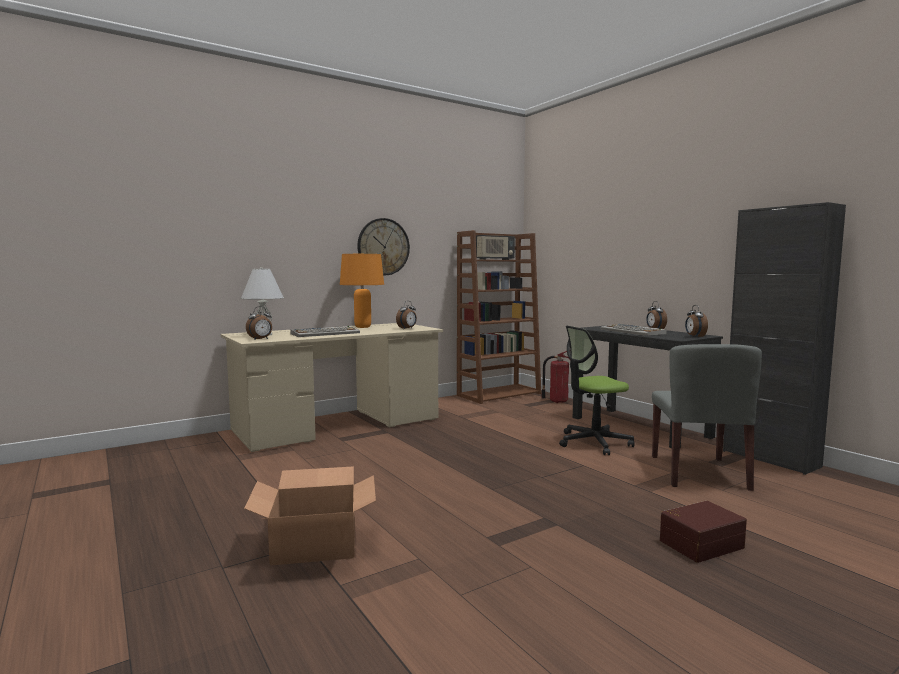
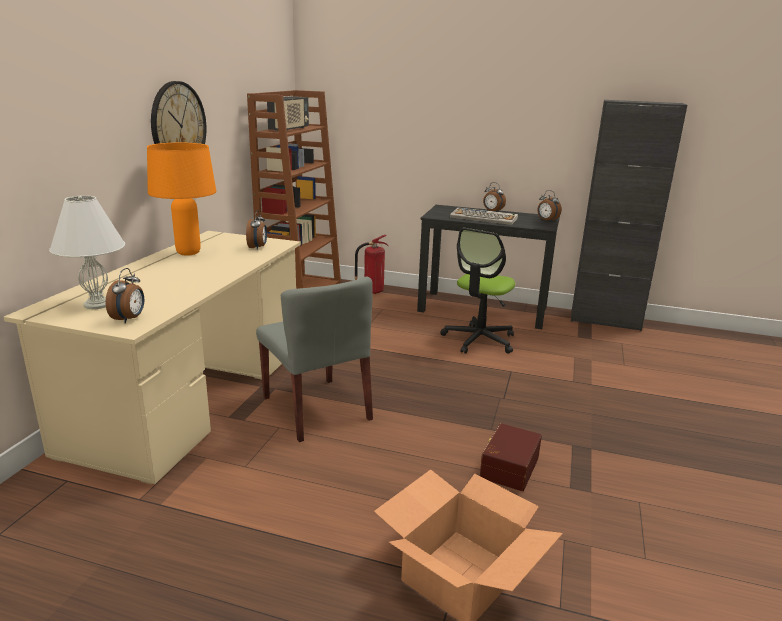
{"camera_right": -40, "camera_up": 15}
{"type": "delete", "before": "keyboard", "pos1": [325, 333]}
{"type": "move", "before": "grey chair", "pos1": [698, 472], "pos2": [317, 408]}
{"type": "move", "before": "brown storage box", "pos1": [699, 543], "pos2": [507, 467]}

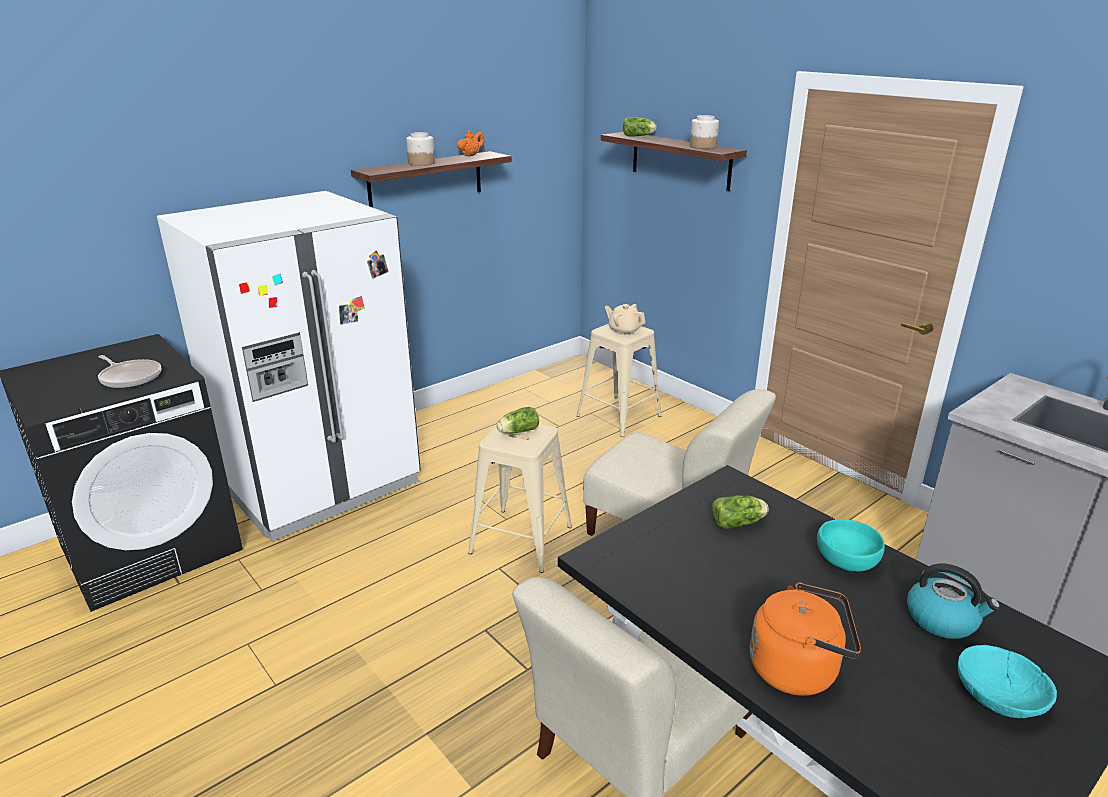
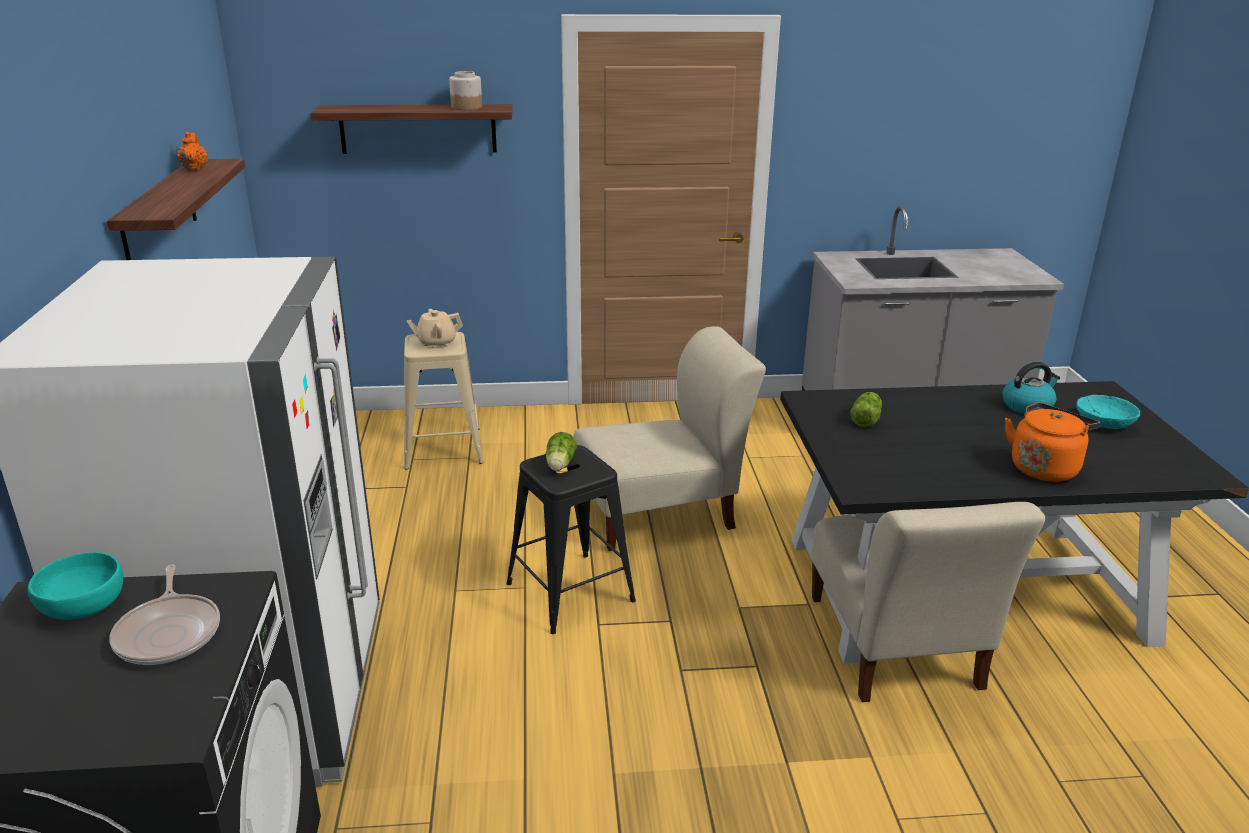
{"camera_right": -55, "camera_up": 0}
{"type": "delete", "before": "lettuce", "pos1": [639, 136]}
{"type": "delete", "before": "jar", "pos1": [421, 163]}
{"type": "rotate", "before": "frying pan", "pos1": [130, 377], "pos2": [169, 633], "turn": 90}
{"type": "recolor", "before": "beige stool", "after": "black stool", "pos1": [521, 540], "pos2": [570, 592]}
{"type": "move", "before": "turquoise bowl", "pos1": [847, 560], "pos2": [84, 606]}

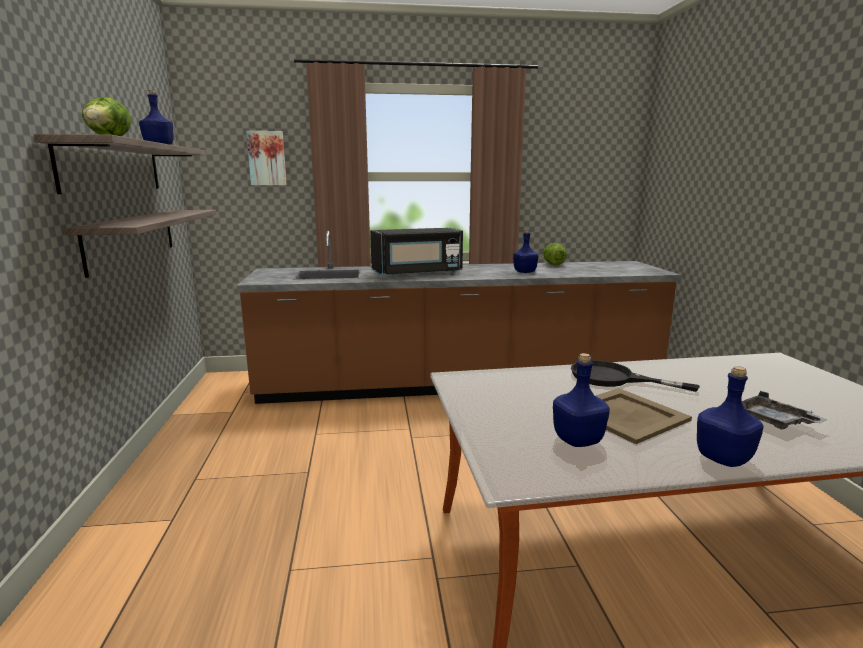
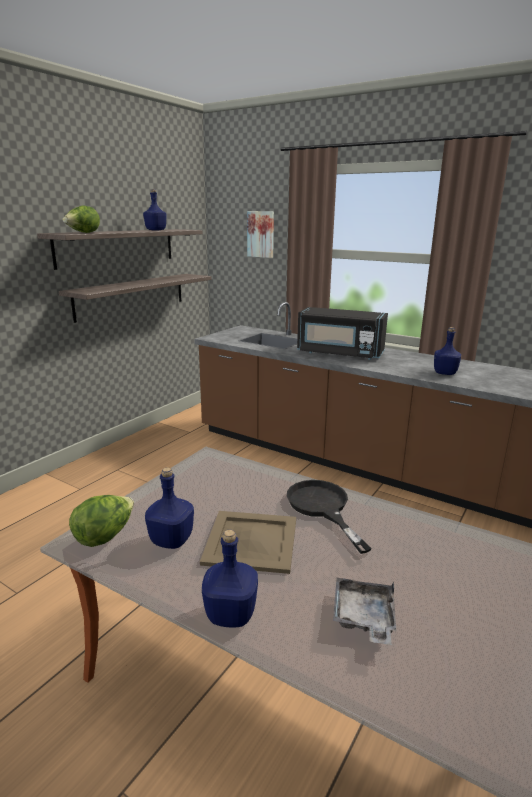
{"camera_right": 40, "camera_up": 5}
{"type": "move", "before": "lettuce", "pos1": [553, 264], "pos2": [105, 536]}

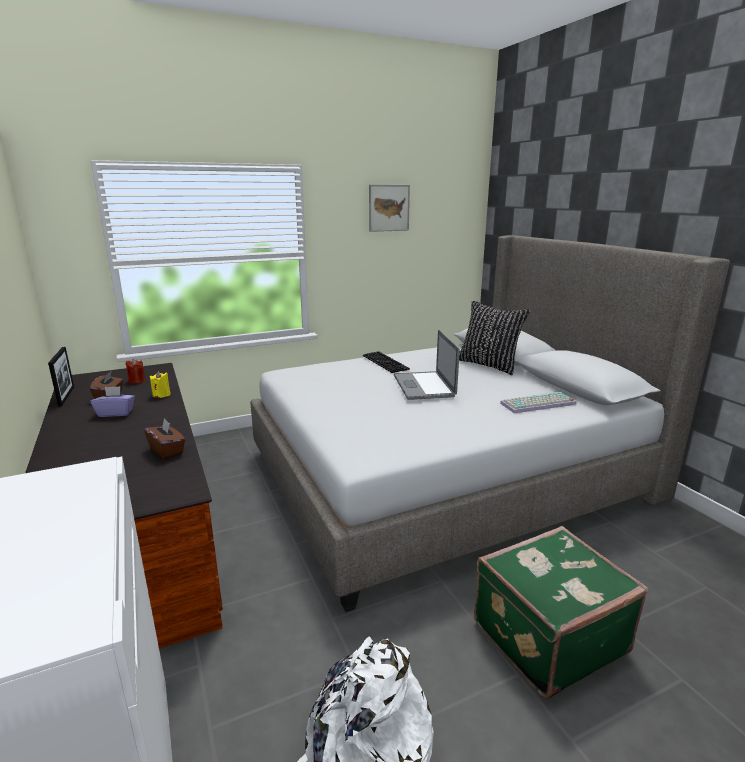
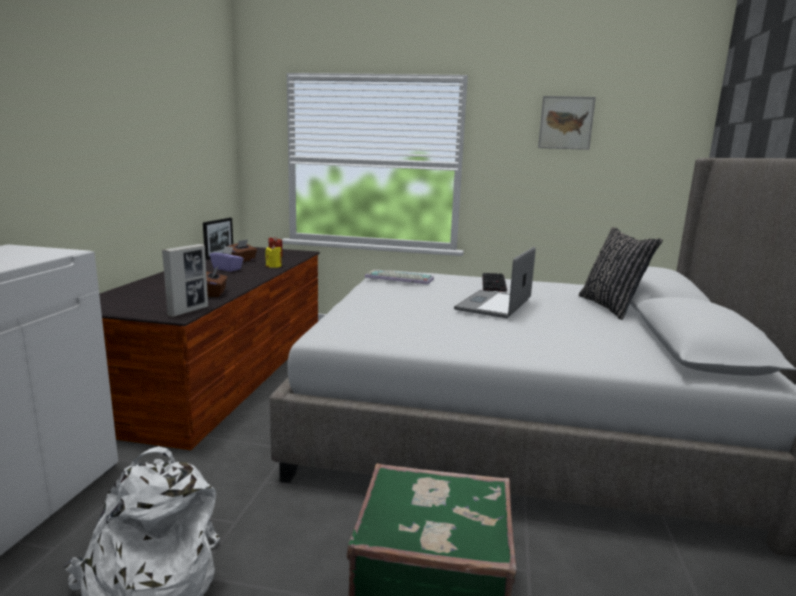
{"camera_right": 35, "camera_up": -5}
{"type": "move", "before": "keyboard", "pos1": [538, 404], "pos2": [398, 278]}
{"type": "insert", "after": "picture frame", "pos2": [188, 311]}

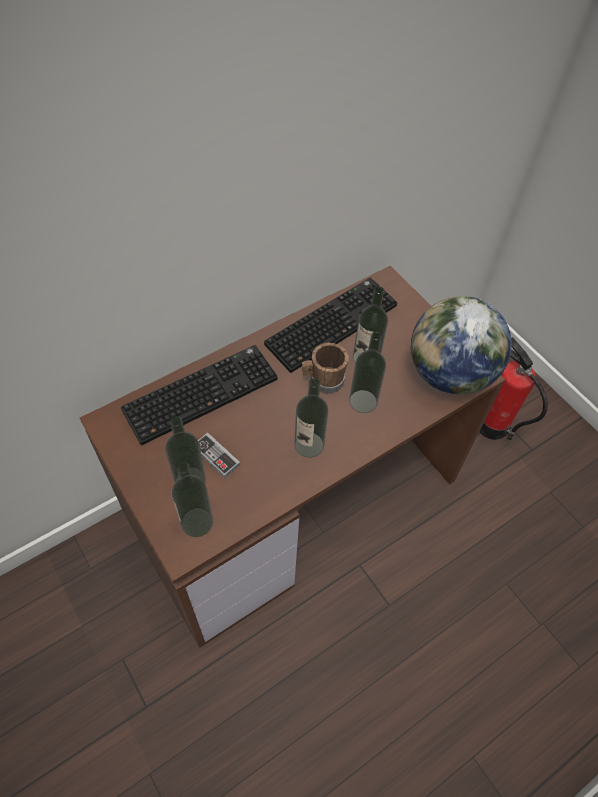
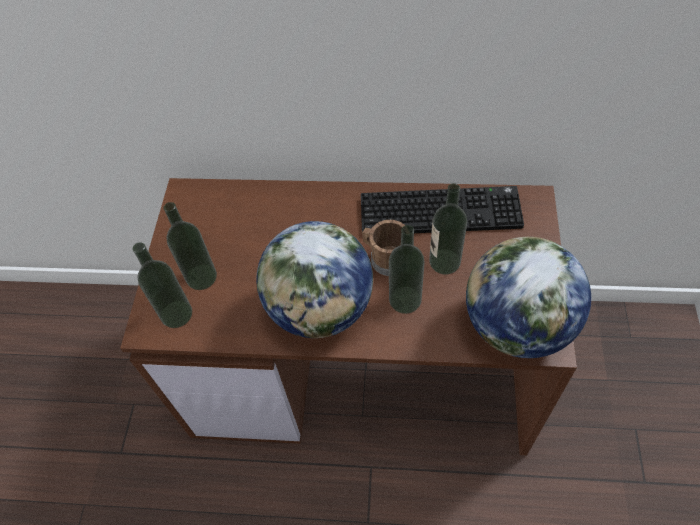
{"camera_right": 45, "camera_up": 0}
{"type": "delete", "before": "fire extinguisher", "pos1": [492, 426]}
{"type": "delete", "before": "keyboard", "pos1": [201, 392]}
{"type": "replace", "before": "bottle", "after": "globe", "pos1": [309, 445], "pos2": [321, 308]}
{"type": "delete", "before": "game controller", "pos1": [216, 456]}

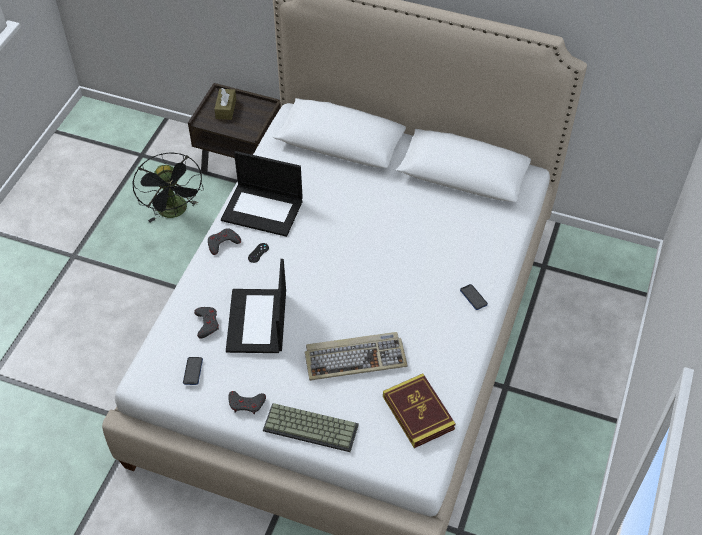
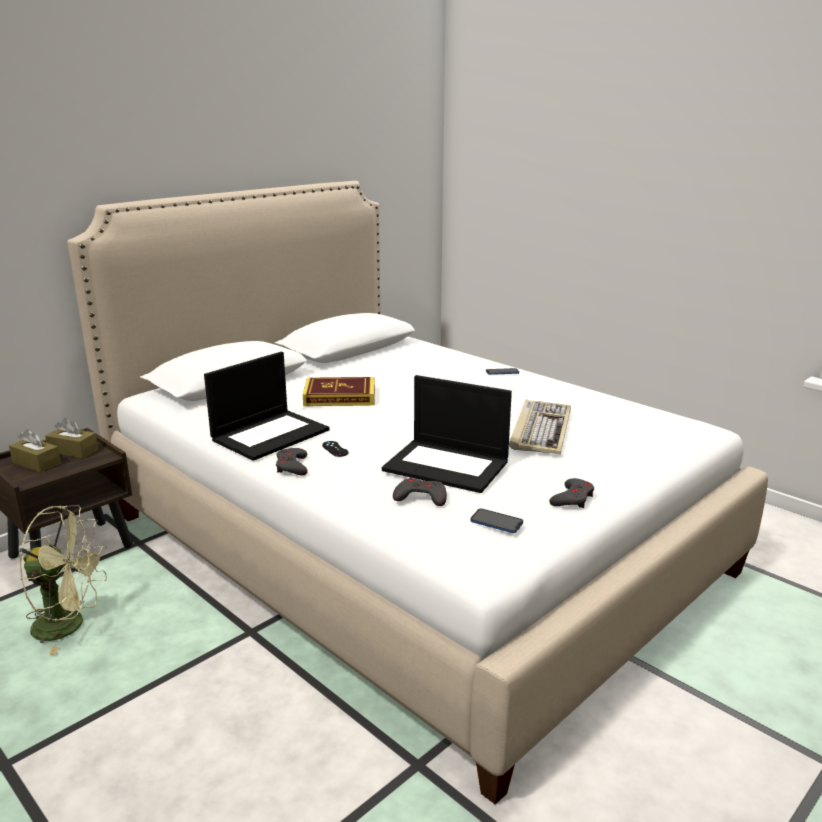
{"camera_right": -65, "camera_up": -30}
{"type": "recolor", "before": "black fan", "after": "green fan", "pos1": [175, 212], "pos2": [70, 625]}
{"type": "move", "before": "book", "pos1": [418, 412], "pos2": [340, 396]}
{"type": "delete", "before": "keyboard", "pos1": [312, 426]}
{"type": "insert", "after": "brown tissue box", "pos2": [73, 451]}

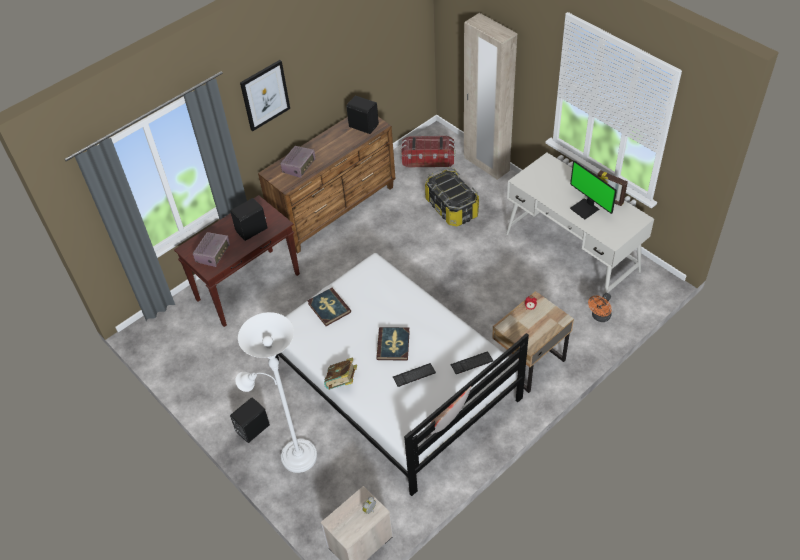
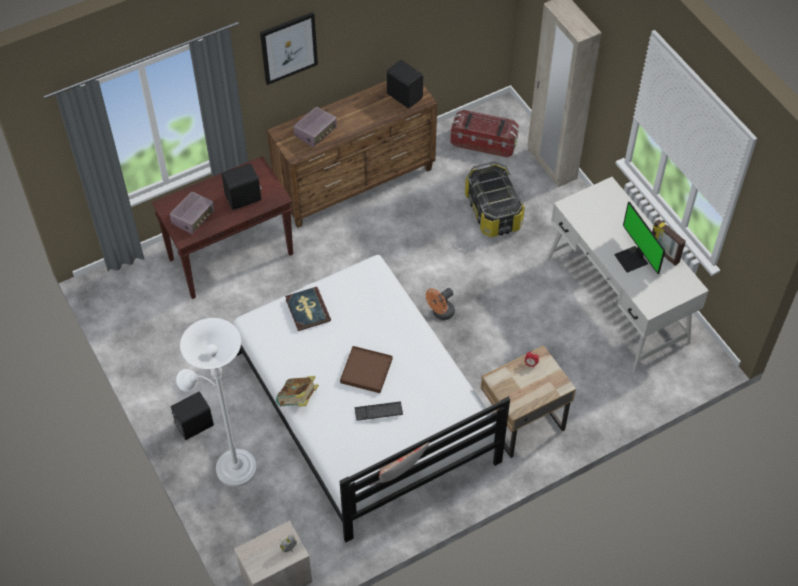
{"camera_right": 10, "camera_up": 5}
{"type": "move", "before": "orange fan", "pos1": [599, 317], "pos2": [440, 313]}
{"type": "replace", "before": "book", "after": "brown tray", "pos1": [393, 345], "pos2": [366, 371]}
{"type": "delete", "before": "keyboard", "pos1": [471, 363]}

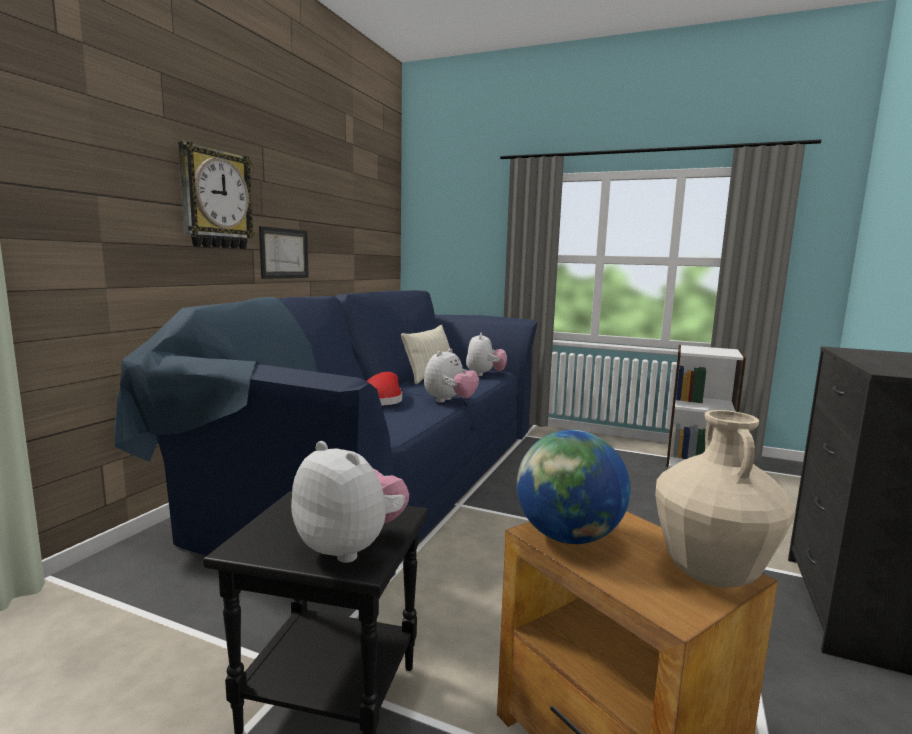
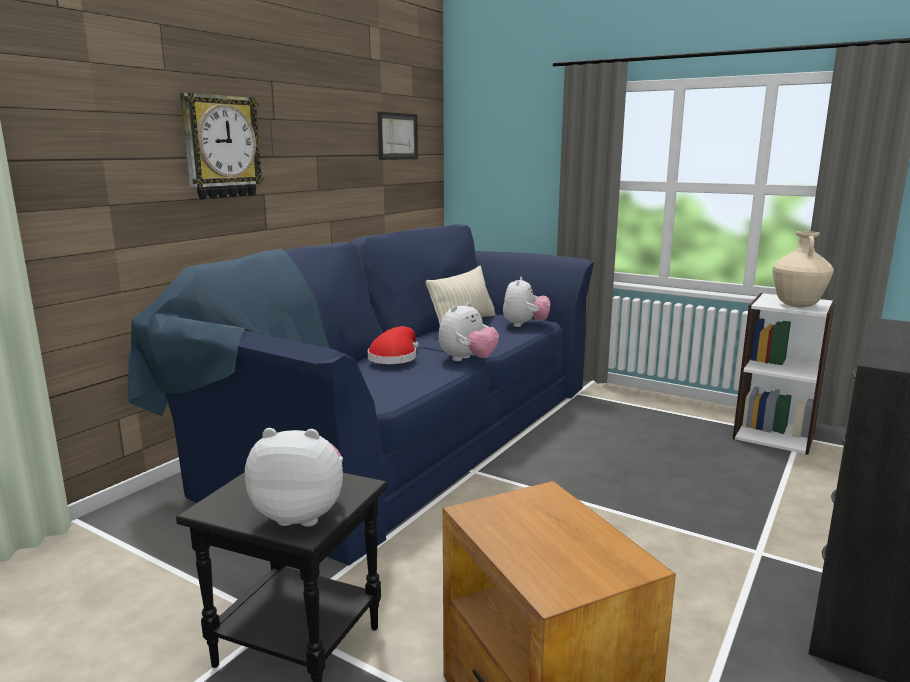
{"camera_right": 10, "camera_up": 5}
{"type": "move", "before": "picture", "pos1": [284, 253], "pos2": [397, 136]}
{"type": "move", "before": "beige vase", "pos1": [710, 574], "pos2": [797, 305]}
{"type": "delete", "before": "globe", "pos1": [568, 537]}
{"type": "rotate", "before": "plush toy", "pos1": [351, 547], "pos2": [301, 515], "turn": -45}

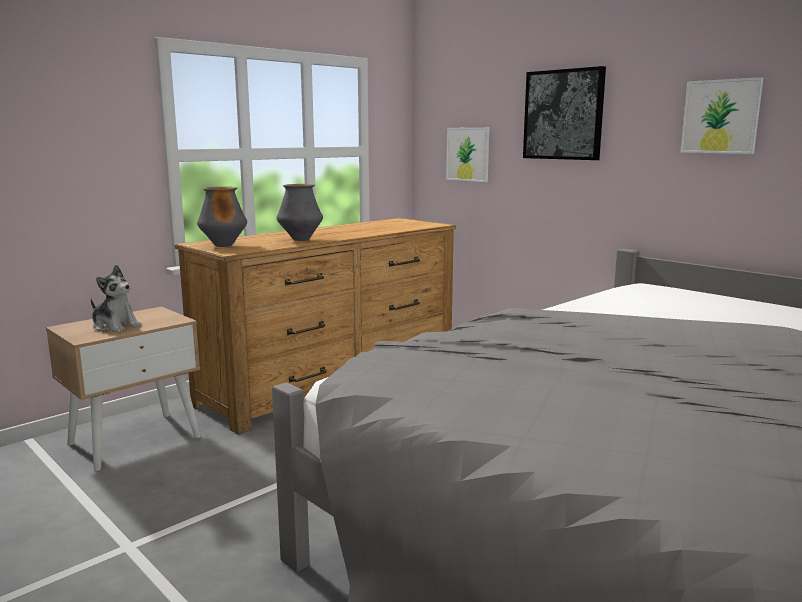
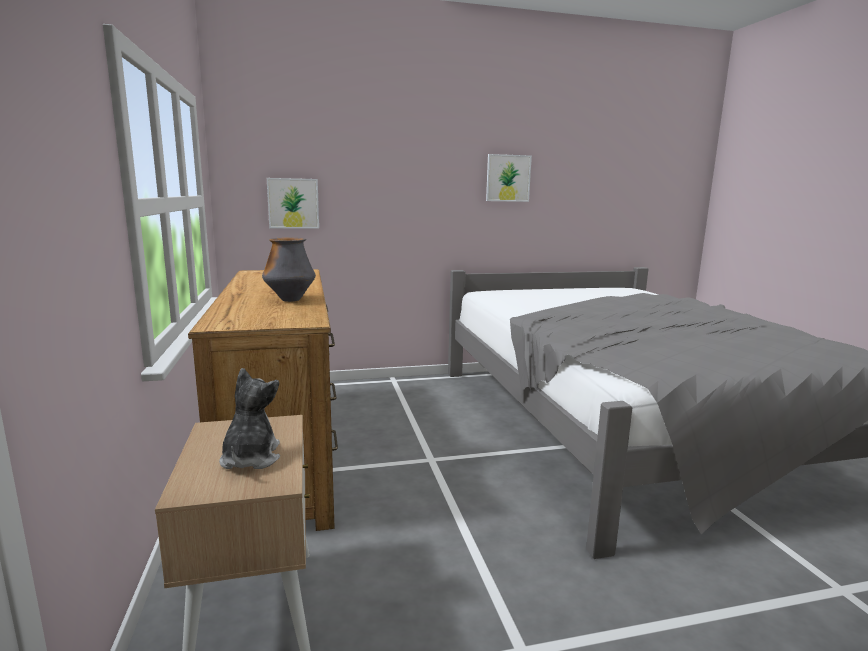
{"camera_right": -60, "camera_up": 0}
{"type": "delete", "before": "picture", "pos1": [563, 115]}
{"type": "delete", "before": "vase", "pos1": [224, 245]}
{"type": "rotate", "before": "plush toy", "pos1": [115, 326], "pos2": [250, 458], "turn": -60}

